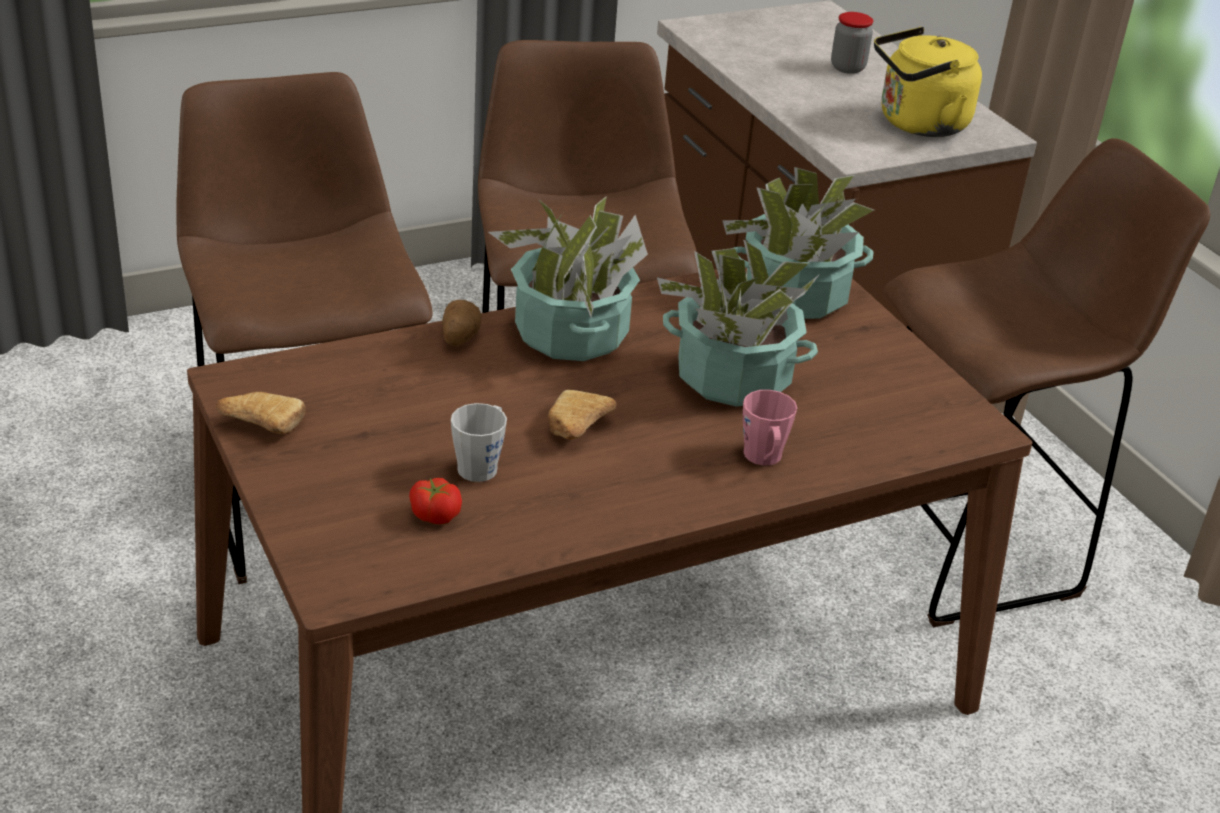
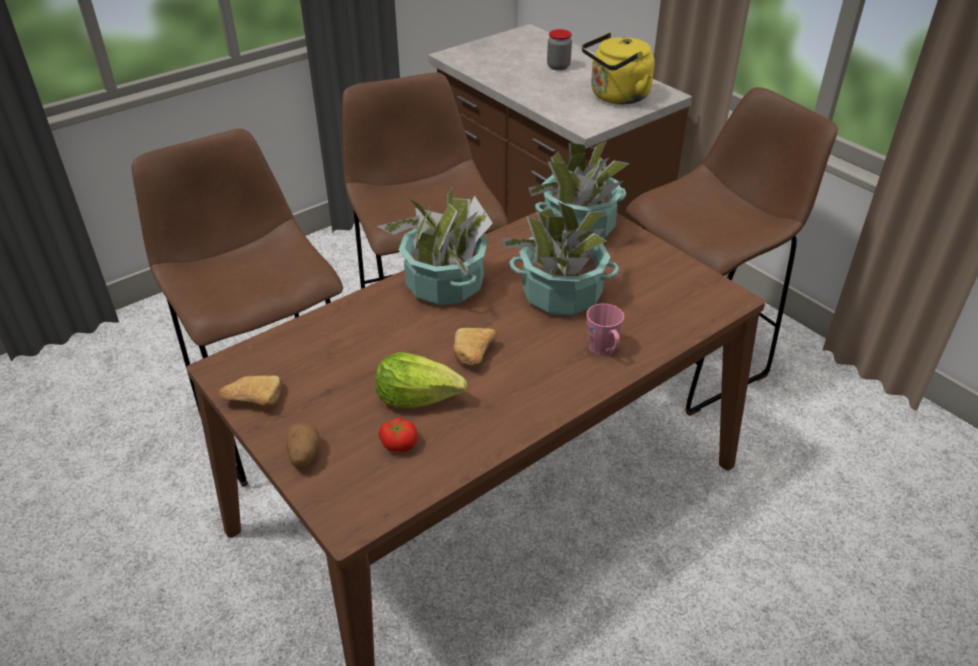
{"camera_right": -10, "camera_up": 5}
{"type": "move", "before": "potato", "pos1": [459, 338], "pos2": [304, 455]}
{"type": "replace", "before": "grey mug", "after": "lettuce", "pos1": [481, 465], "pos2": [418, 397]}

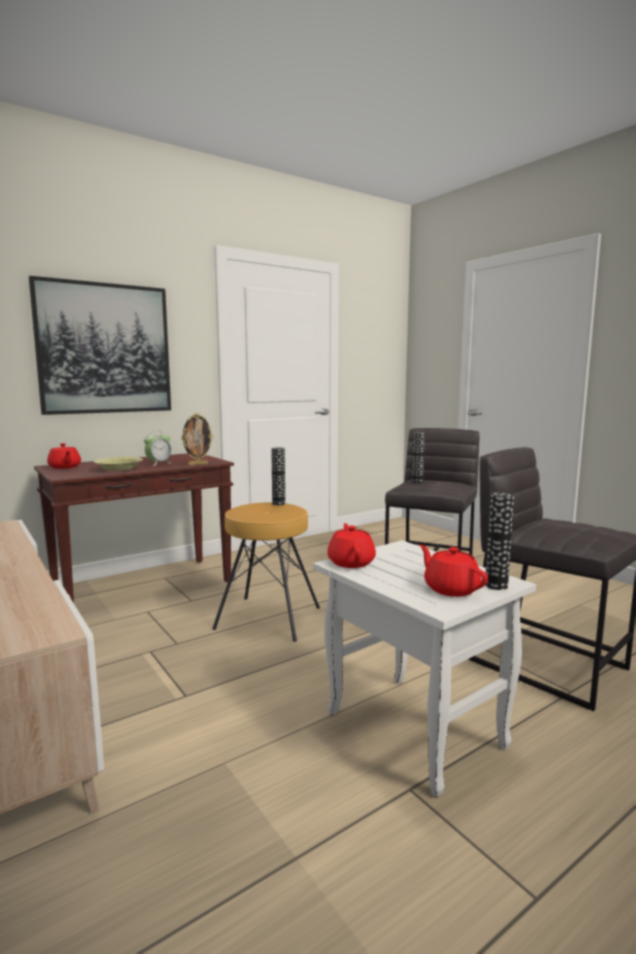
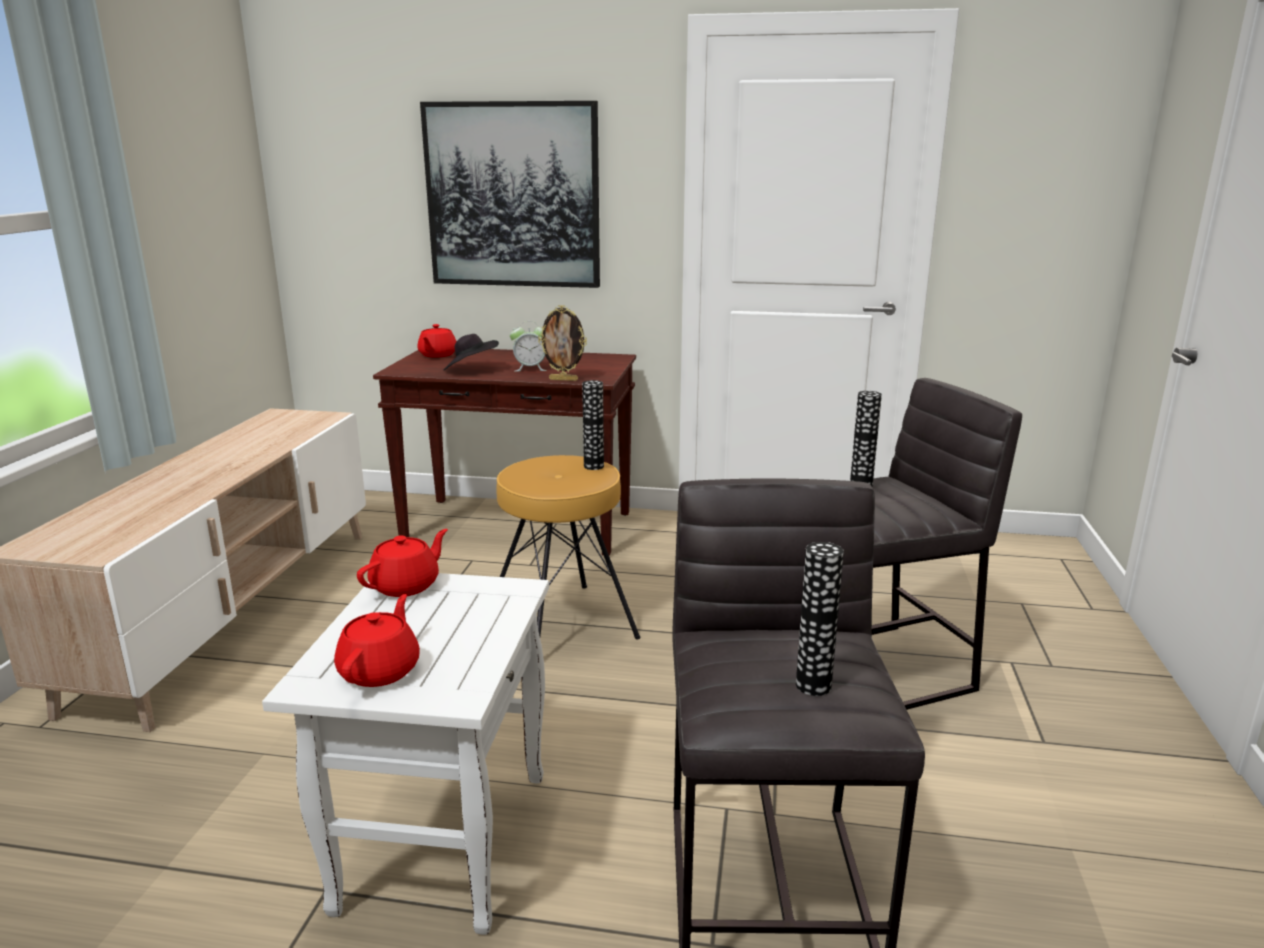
{"camera_right": 45, "camera_up": 10}
{"type": "replace", "before": "yellow bowl", "after": "black hat", "pos1": [119, 469], "pos2": [470, 369]}
{"type": "move", "before": "vase", "pos1": [496, 585], "pos2": [813, 685]}

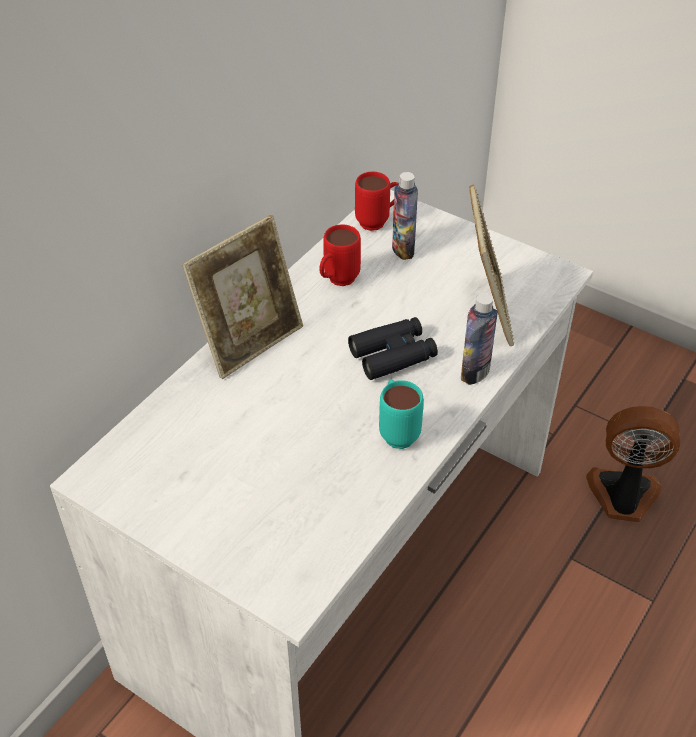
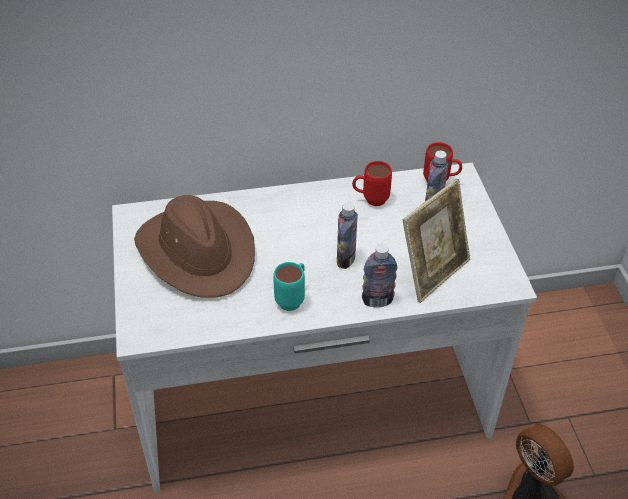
{"camera_right": 45, "camera_up": 0}
{"type": "delete", "before": "picture frame", "pos1": [250, 342]}
{"type": "replace", "before": "black binoculars", "after": "bottle", "pos1": [393, 355], "pos2": [346, 259]}
{"type": "insert", "after": "brown hat", "pos2": [198, 251]}

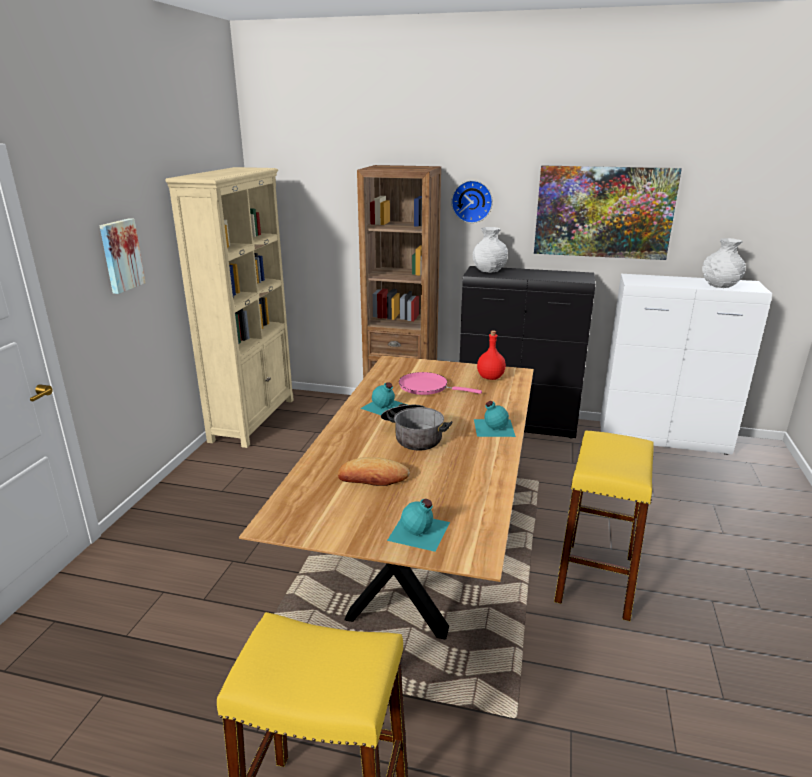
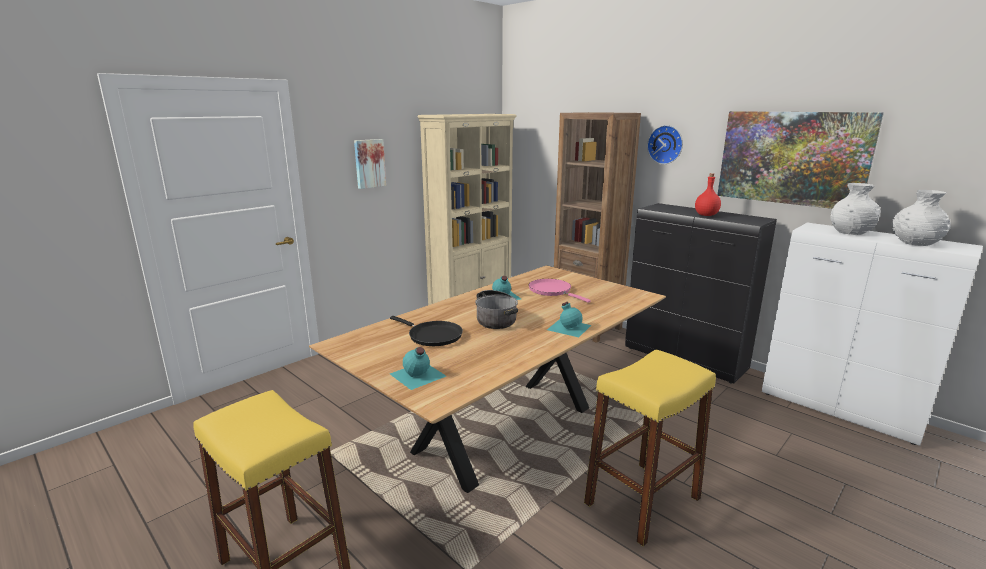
{"camera_right": 30, "camera_up": -5}
{"type": "move", "before": "white vase", "pos1": [489, 270], "pos2": [851, 232]}
{"type": "move", "before": "red bottle", "pos1": [490, 378], "pos2": [706, 215]}
{"type": "replace", "before": "bread", "after": "black frying pan", "pos1": [373, 477], "pos2": [432, 336]}

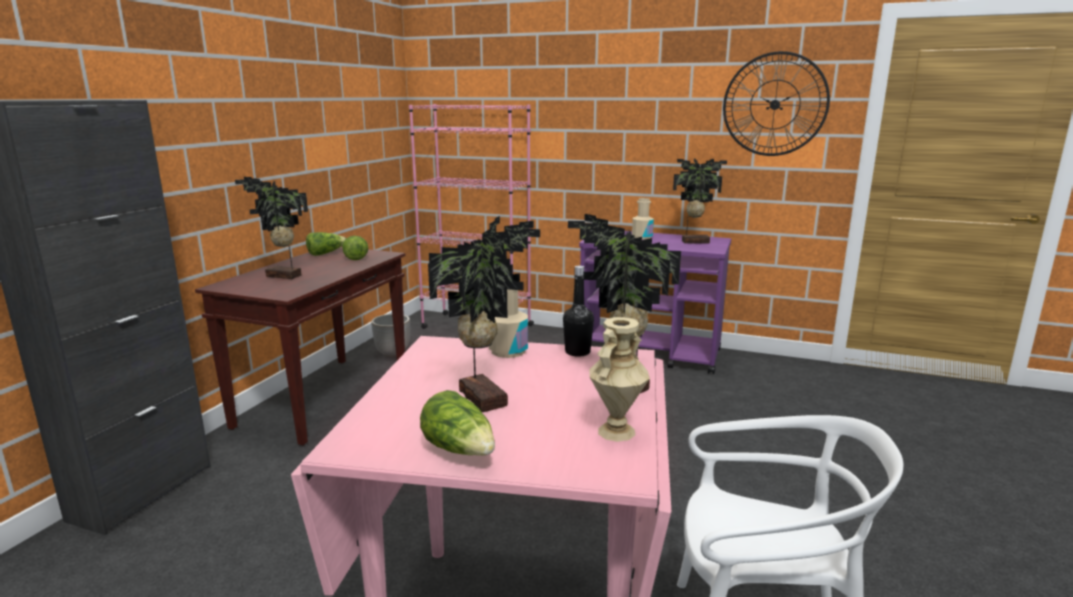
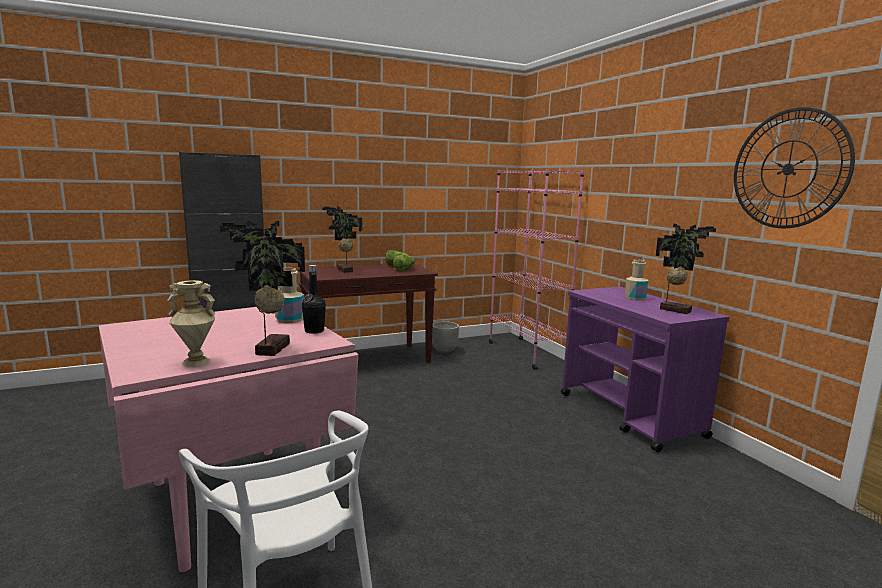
{"camera_right": 45, "camera_up": -5}
{"type": "delete", "before": "potted plant", "pos1": [485, 397]}
{"type": "delete", "before": "lettuce", "pos1": [460, 450]}

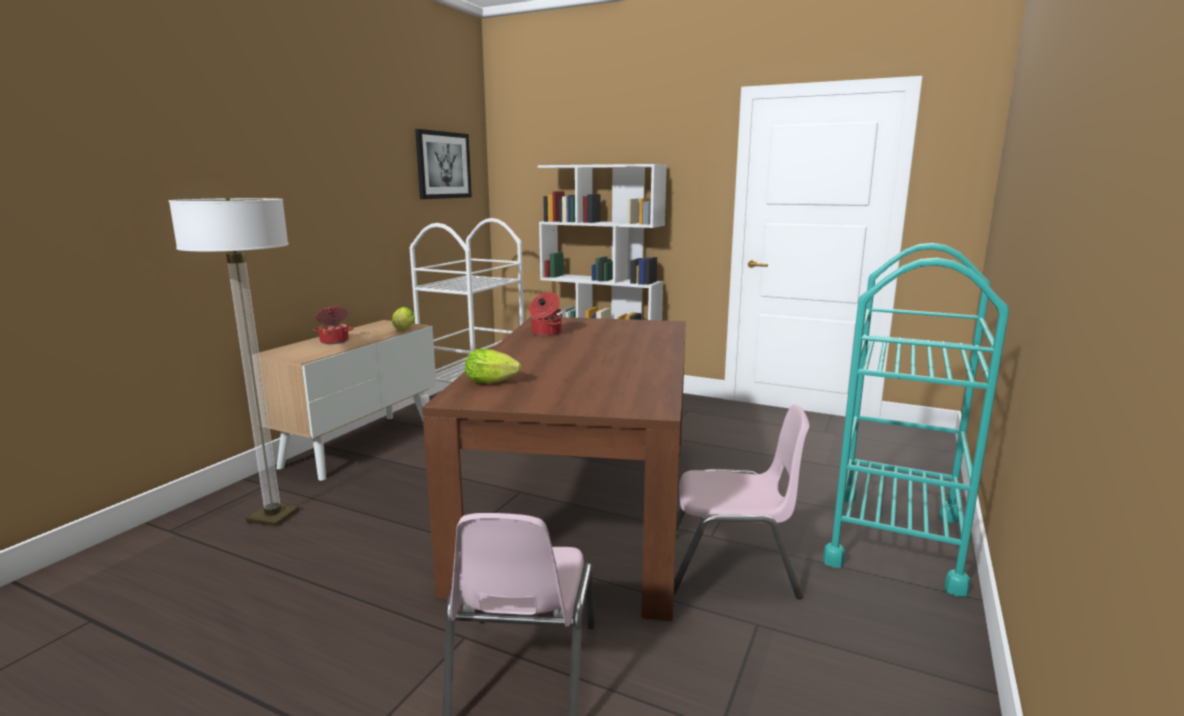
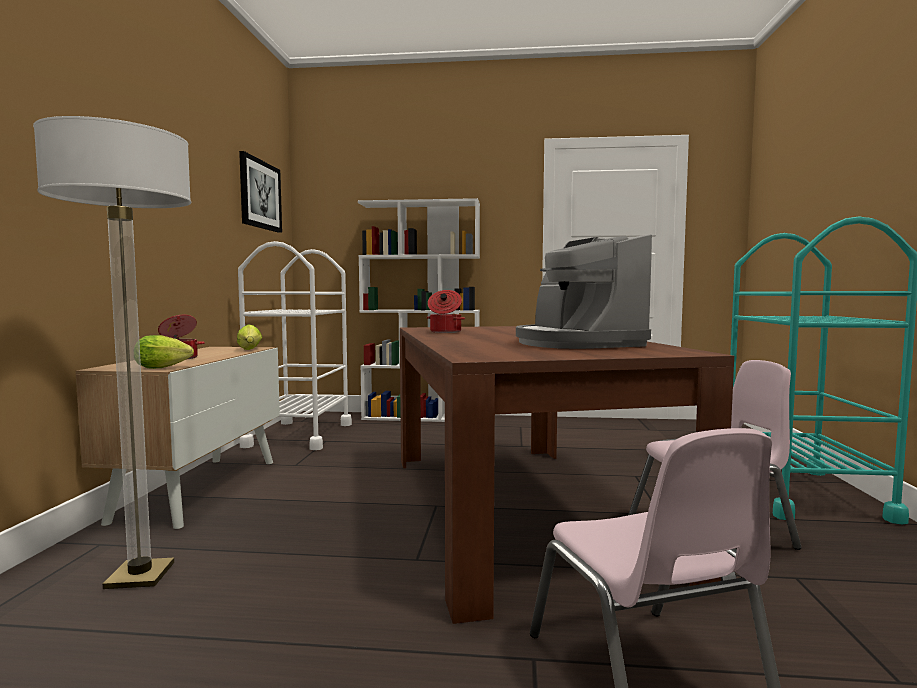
{"camera_right": -20, "camera_up": -10}
{"type": "move", "before": "lettuce", "pos1": [494, 382], "pos2": [165, 368]}
{"type": "insert", "after": "coffee machine", "pos2": [576, 343]}

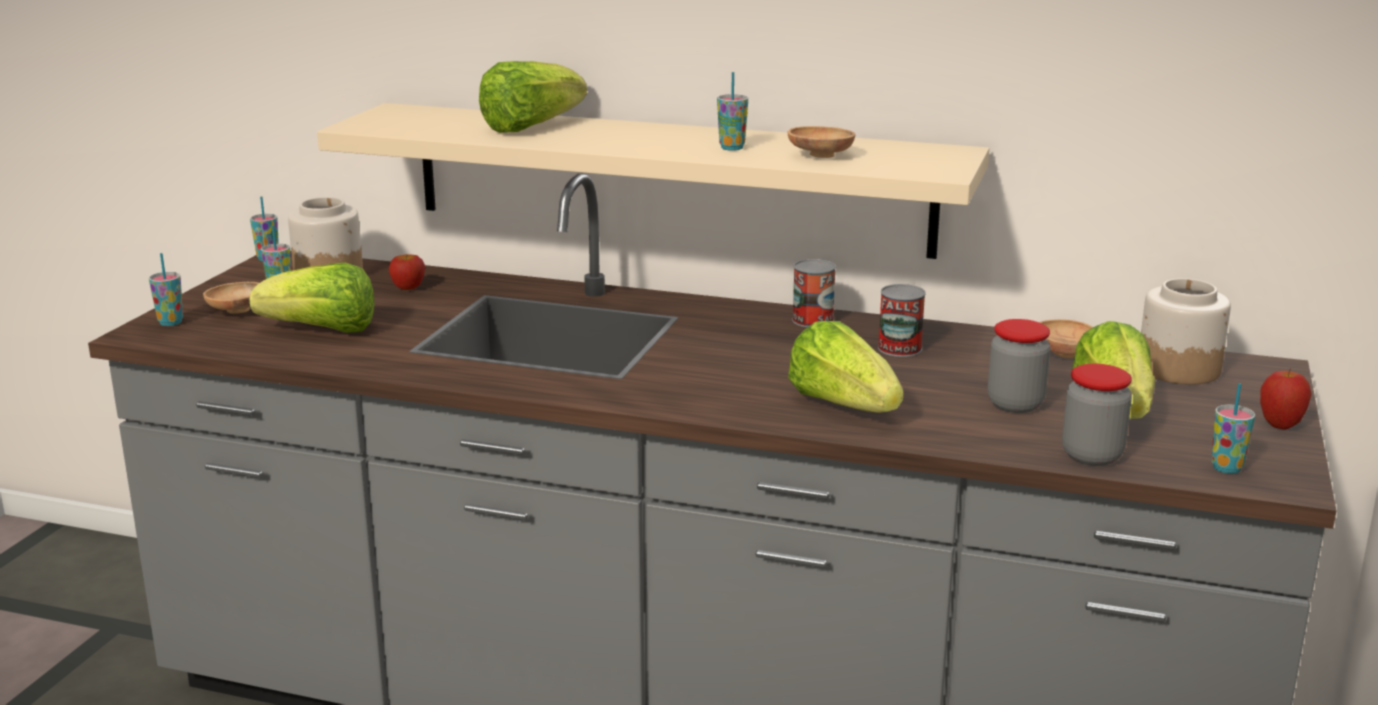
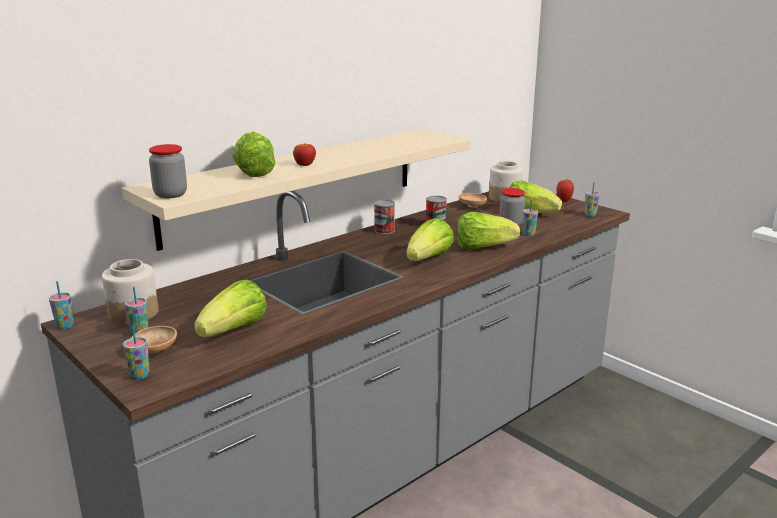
{"camera_right": -60, "camera_up": 0}
{"type": "move", "before": "cup", "pos1": [732, 148], "pos2": [528, 234]}
{"type": "delete", "before": "brown bowl", "pos1": [820, 156]}
{"type": "move", "before": "apple", "pos1": [408, 287], "pos2": [305, 164]}
{"type": "move", "before": "jar", "pos1": [1092, 455], "pos2": [170, 194]}
{"type": "insert", "after": "lettuce", "pos2": [429, 259]}

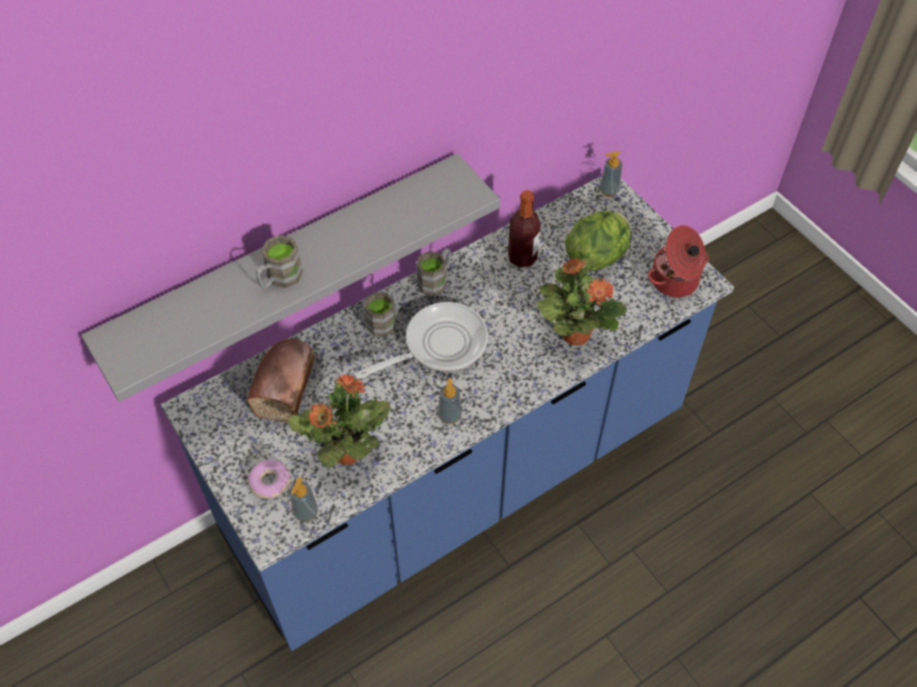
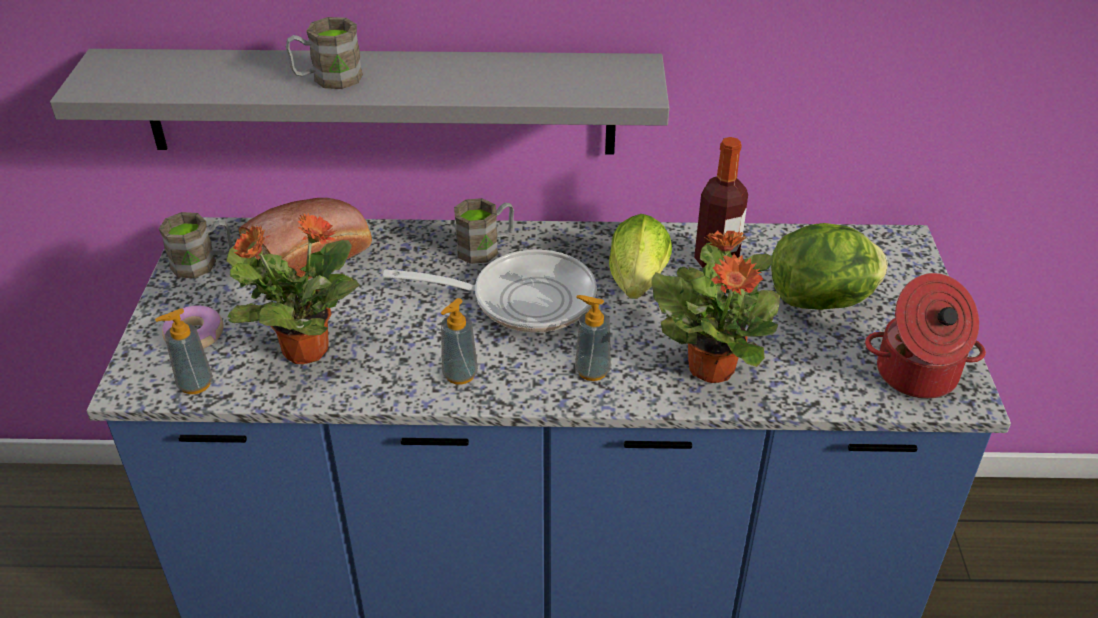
{"camera_right": 35, "camera_up": -15}
{"type": "move", "before": "soap dispenser", "pos1": [609, 190], "pos2": [592, 371]}
{"type": "move", "before": "brown mug", "pos1": [436, 279], "pos2": [203, 263]}
{"type": "insert", "after": "lettuce", "pos2": [637, 285]}

